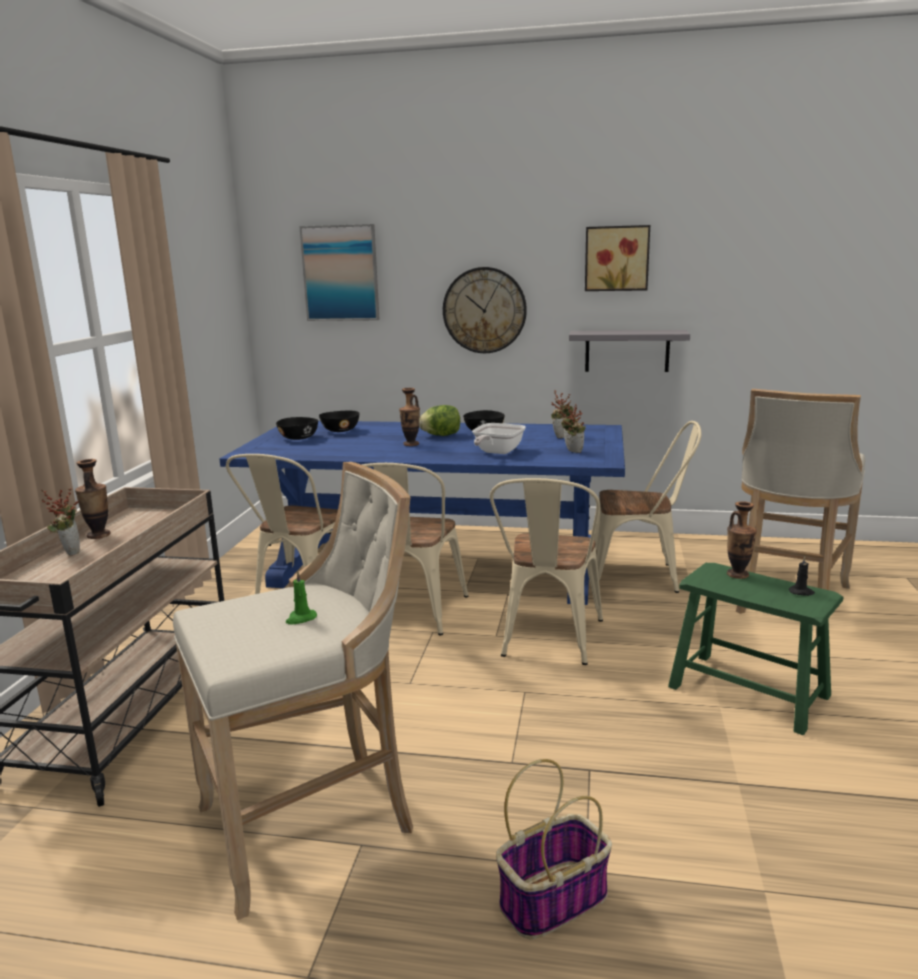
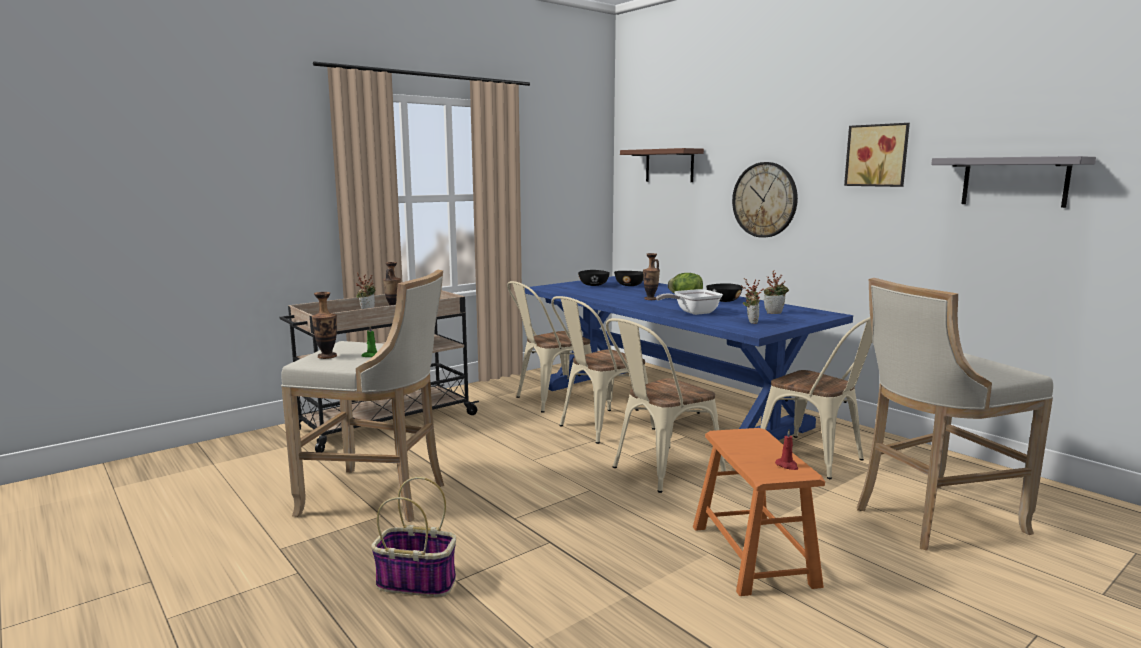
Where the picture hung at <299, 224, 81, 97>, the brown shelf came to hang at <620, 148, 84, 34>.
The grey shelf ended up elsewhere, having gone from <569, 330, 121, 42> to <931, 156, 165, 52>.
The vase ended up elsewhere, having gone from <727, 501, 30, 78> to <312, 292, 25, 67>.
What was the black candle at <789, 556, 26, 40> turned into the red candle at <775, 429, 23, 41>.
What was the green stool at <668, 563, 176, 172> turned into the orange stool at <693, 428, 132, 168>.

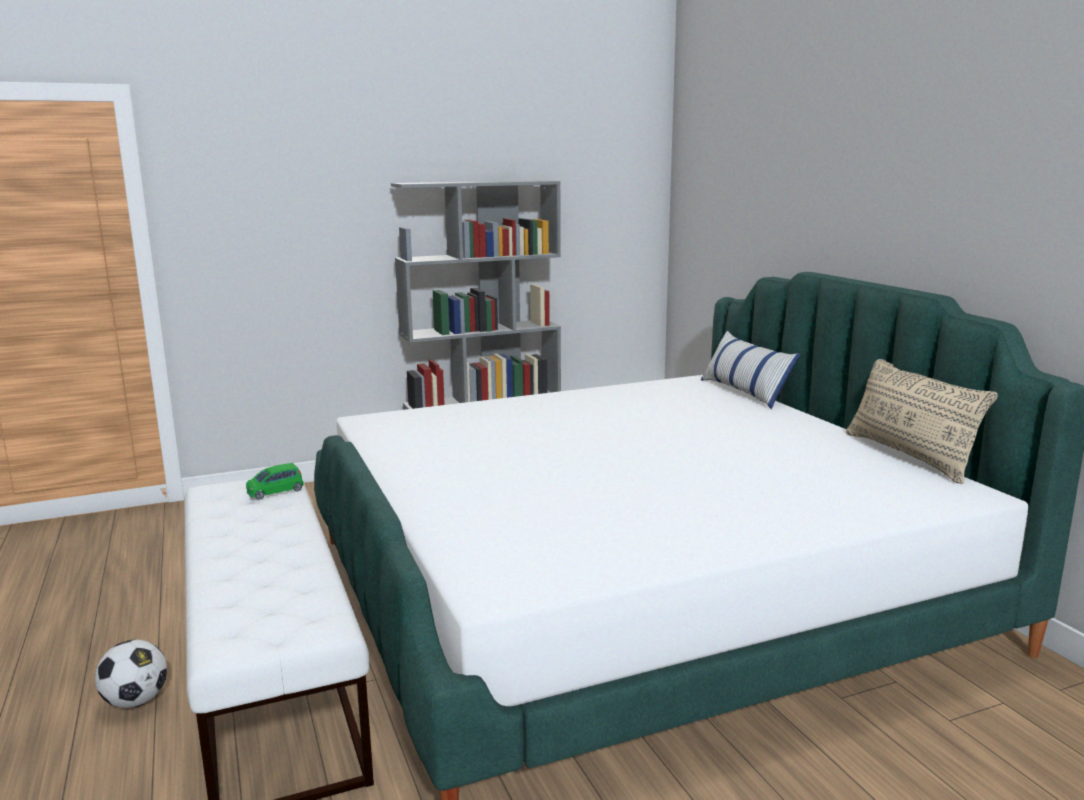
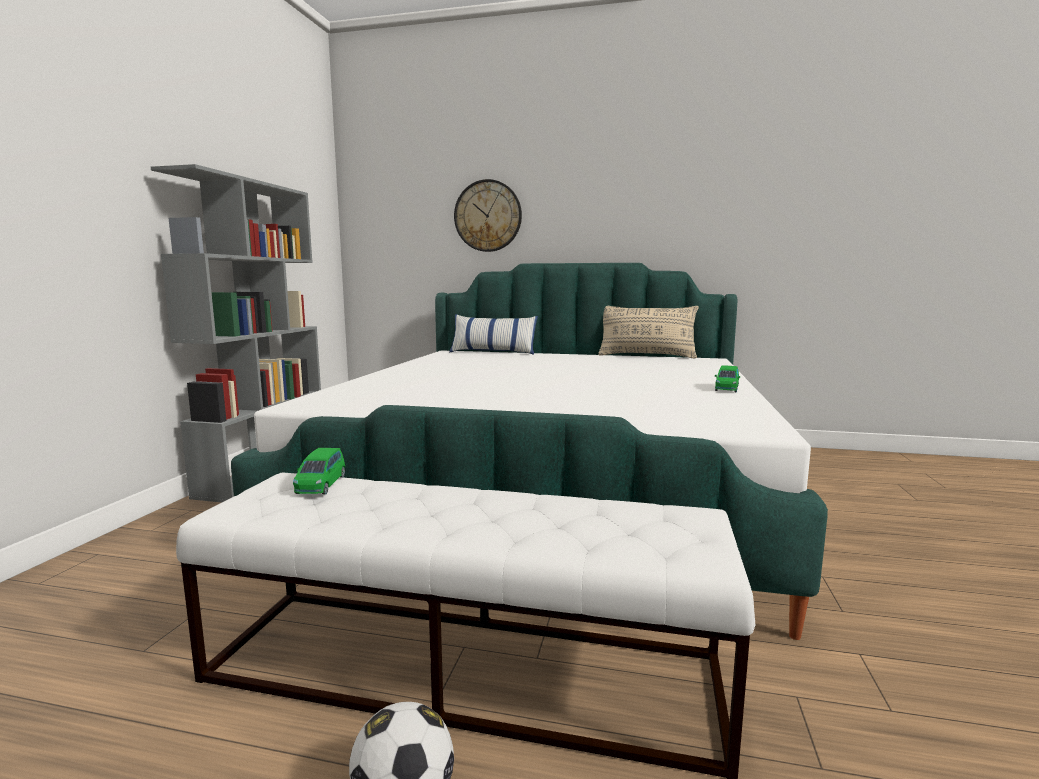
The second view gained the wall clock at <454, 179, 68, 73>.
The second view gained the green toy car at <715, 365, 25, 27>.

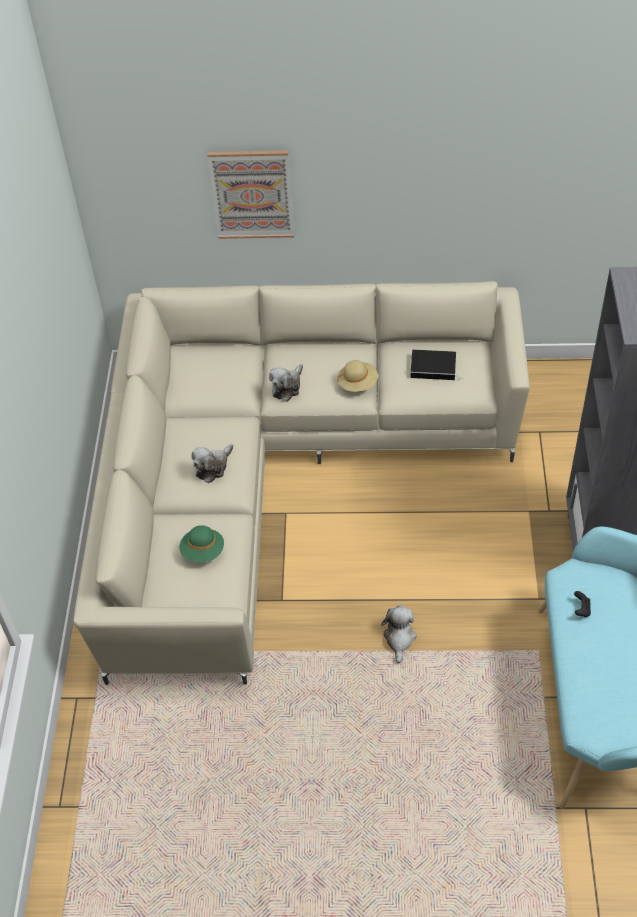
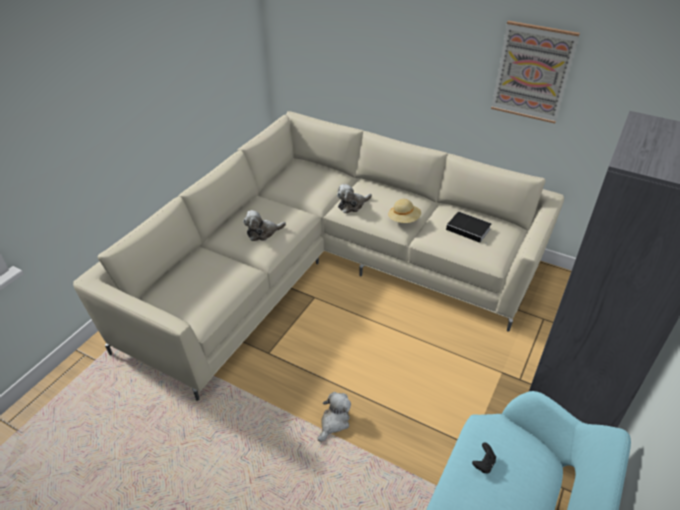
The picture ended up elsewhere, having gone from <207, 150, 87, 89> to <491, 21, 89, 102>.
The second view lost the green hat at <180, 525, 44, 37>.

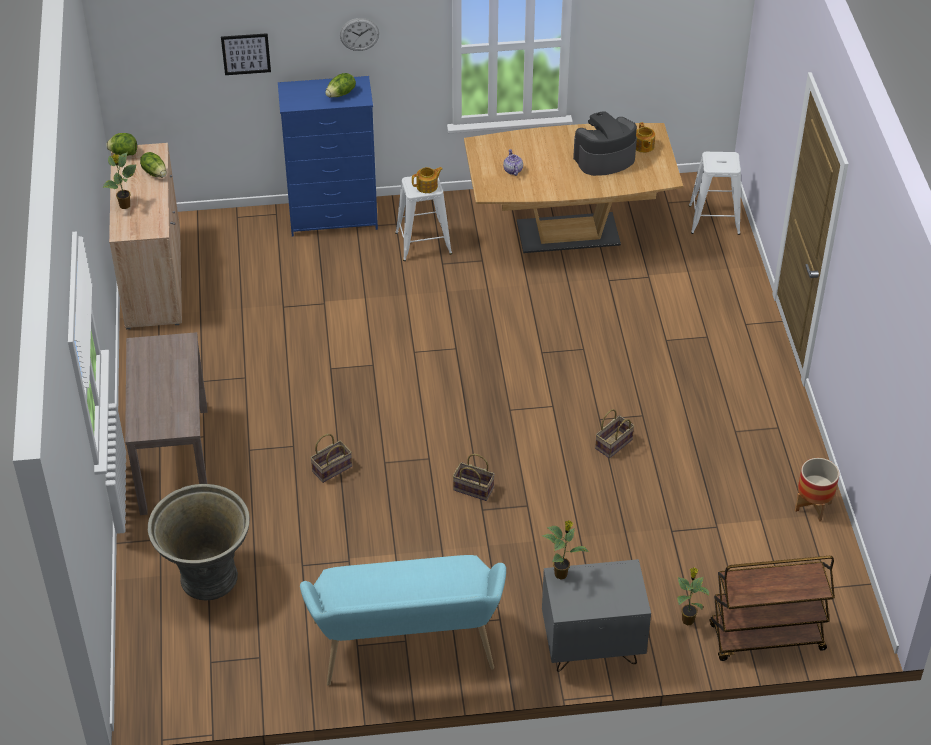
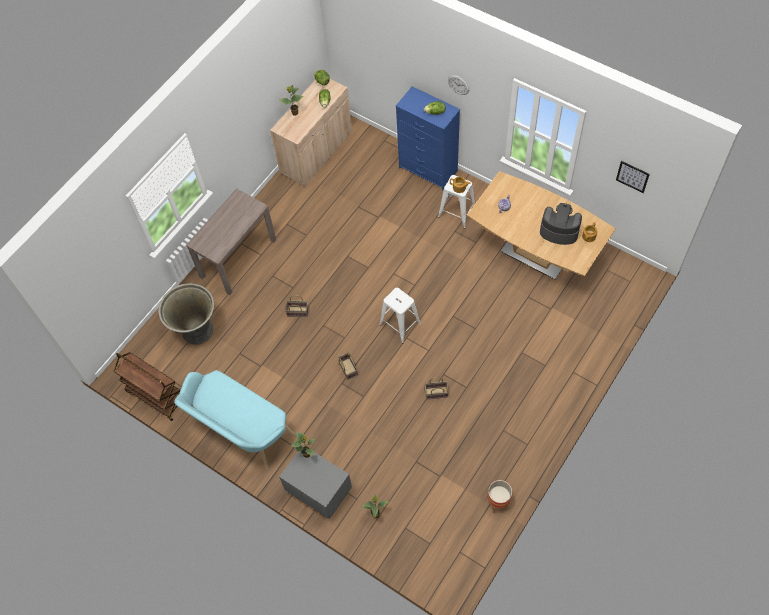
The picture ended up elsewhere, having gone from <221, 33, 50, 42> to <616, 161, 34, 32>.
The white stool ended up elsewhere, having gone from <689, 151, 52, 84> to <379, 288, 43, 56>.
The brown cart ended up elsewhere, having gone from <709, 556, 126, 105> to <113, 352, 67, 69>.

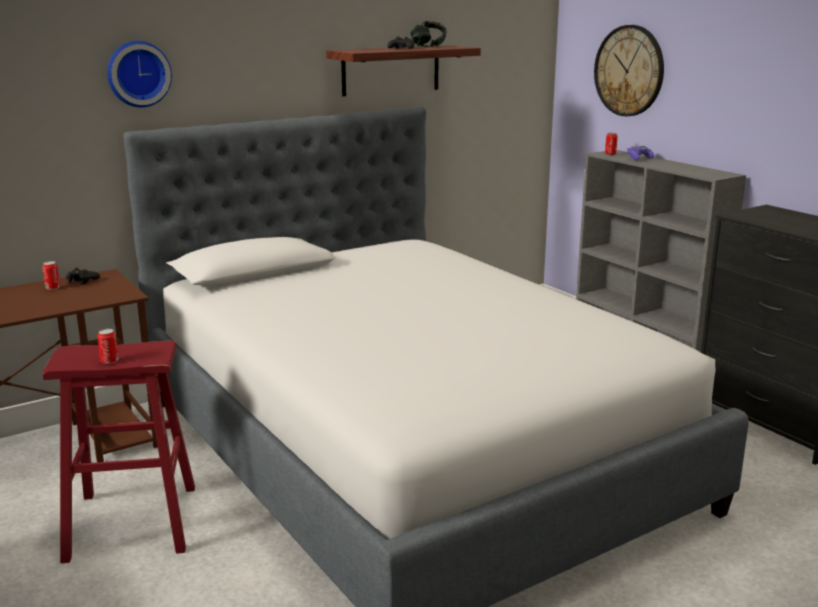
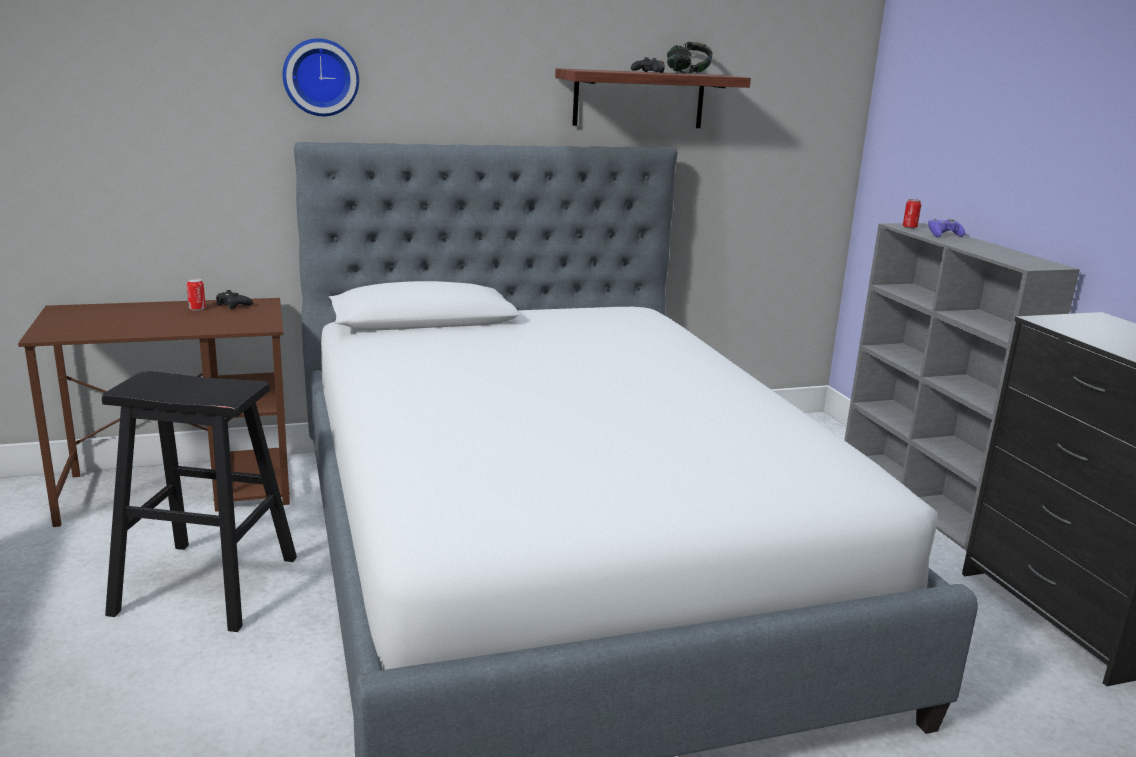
The second view lost the wall clock at <594, 25, 70, 91>.
The second view lost the can at <97, 329, 22, 35>.
What was the red stool at <43, 341, 152, 222> turned into the black stool at <102, 371, 195, 261>.

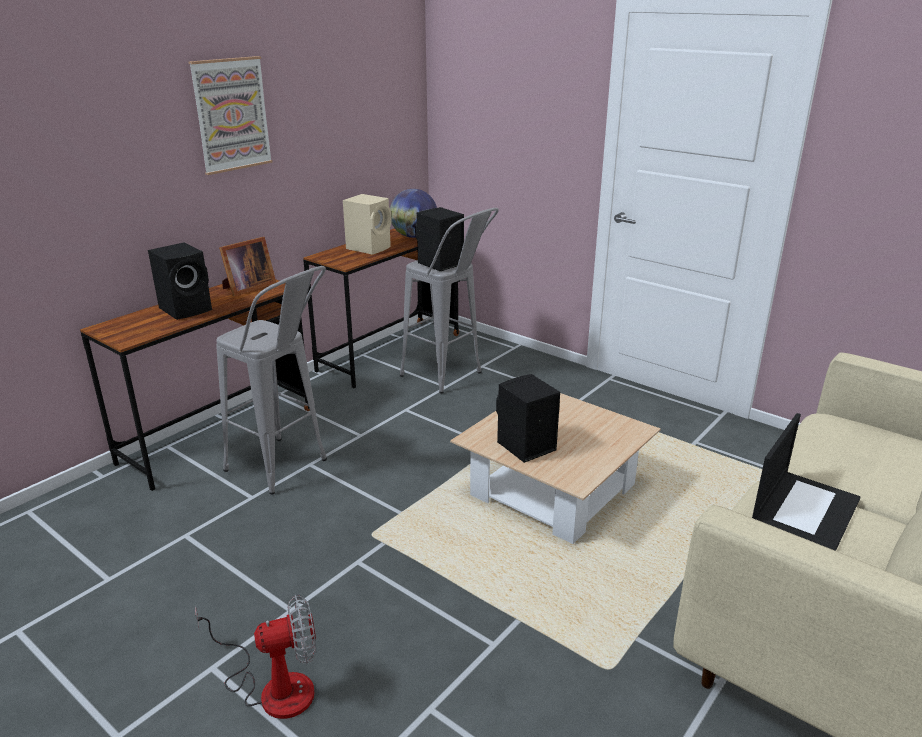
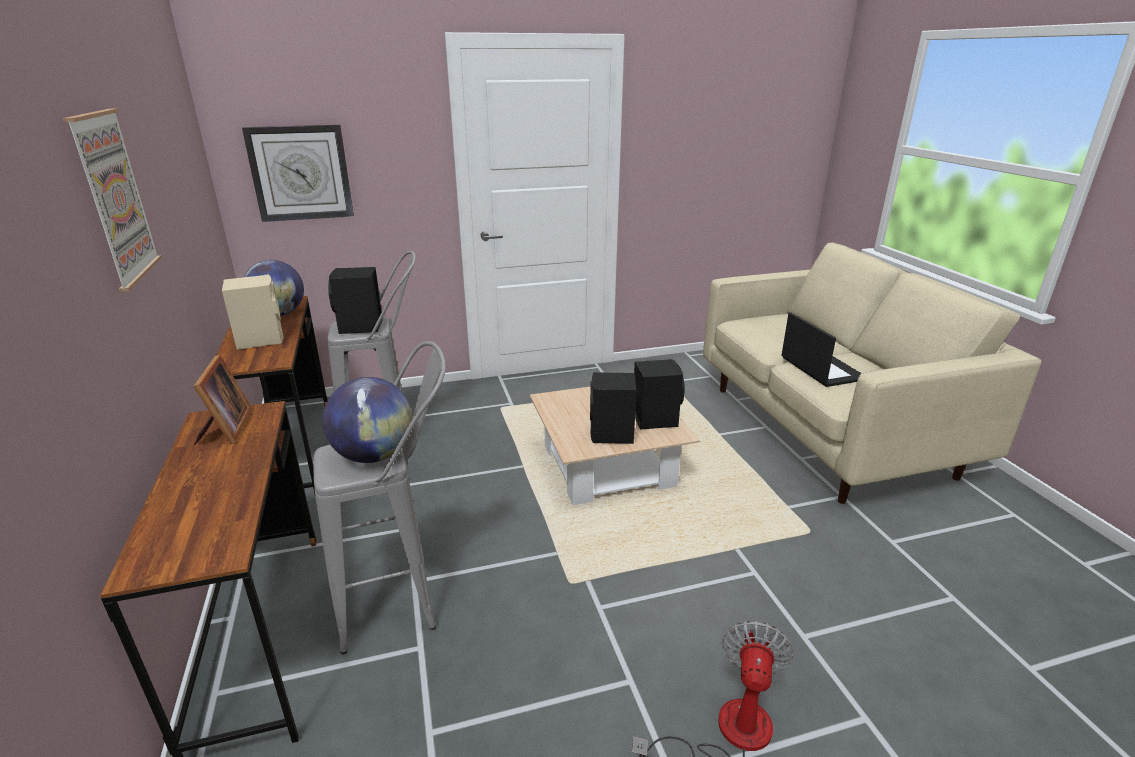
The black speaker ended up elsewhere, having gone from <148, 242, 64, 78> to <634, 359, 51, 70>.
The second view gained the wall clock at <242, 125, 112, 97>.
The second view gained the globe at <323, 377, 90, 86>.

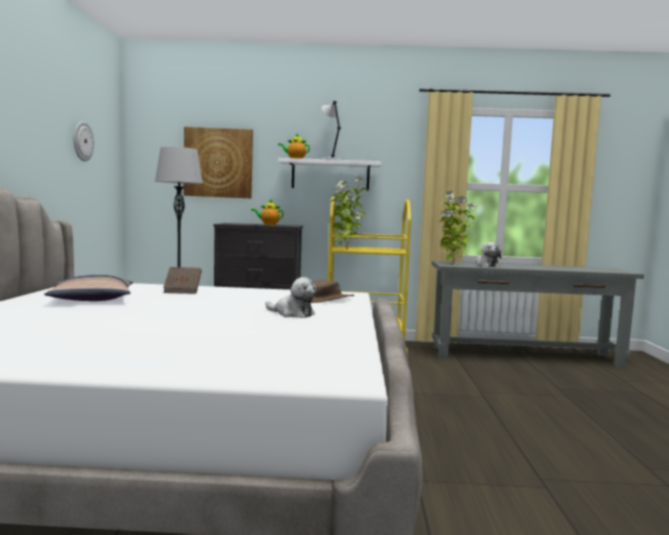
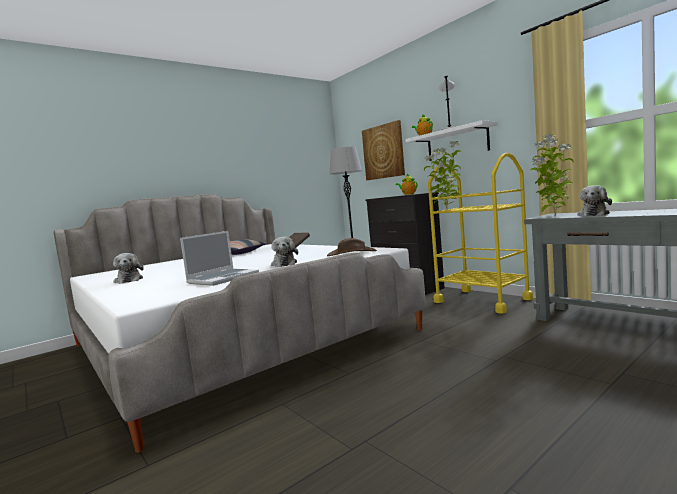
The second view lost the wall clock at <74, 121, 20, 40>.
The second view gained the laptop at <180, 231, 79, 55>.
The second view gained the plush toy at <113, 253, 31, 31>.

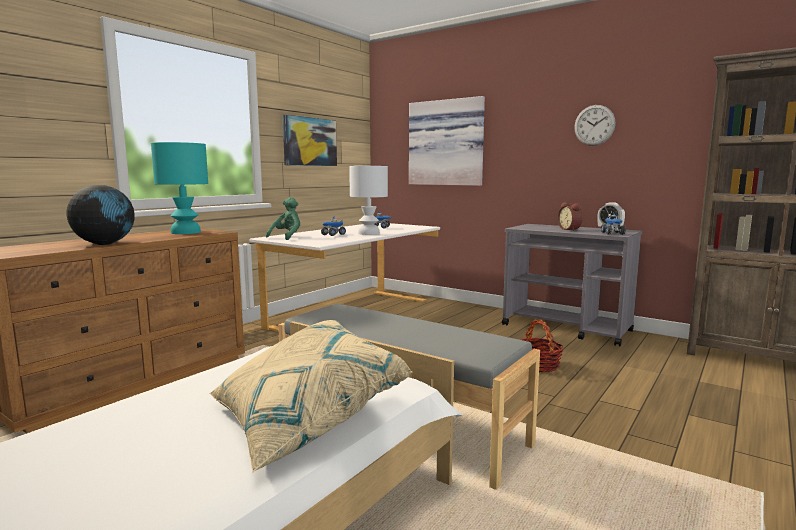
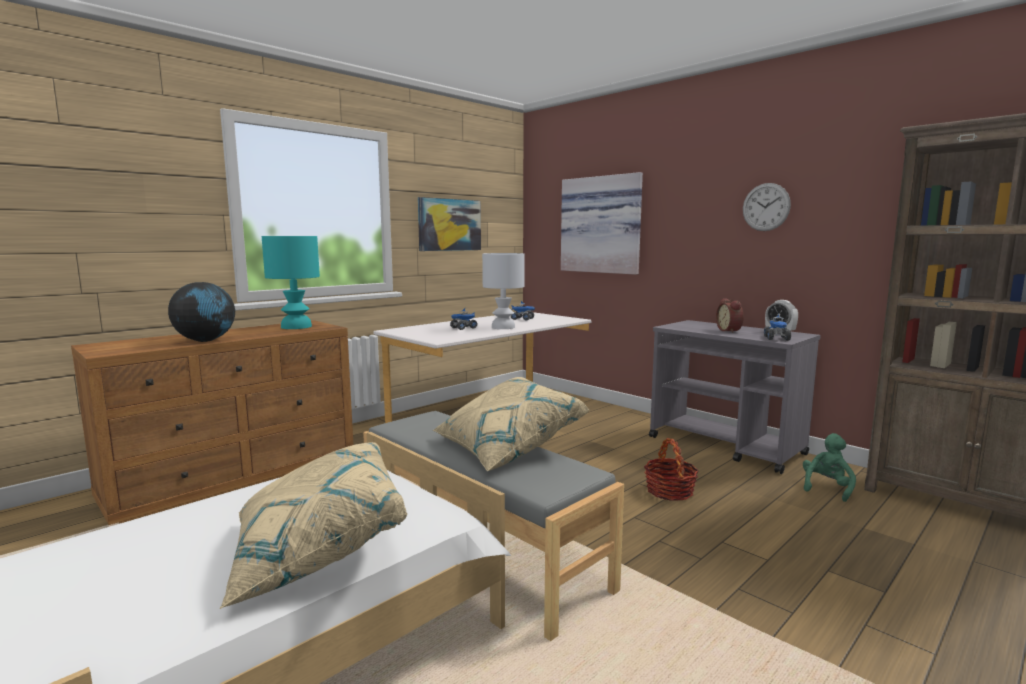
The green plush toy ended up elsewhere, having gone from <266, 197, 34, 43> to <803, 433, 53, 69>.
The second view gained the beige pillow at <433, 377, 156, 95>.

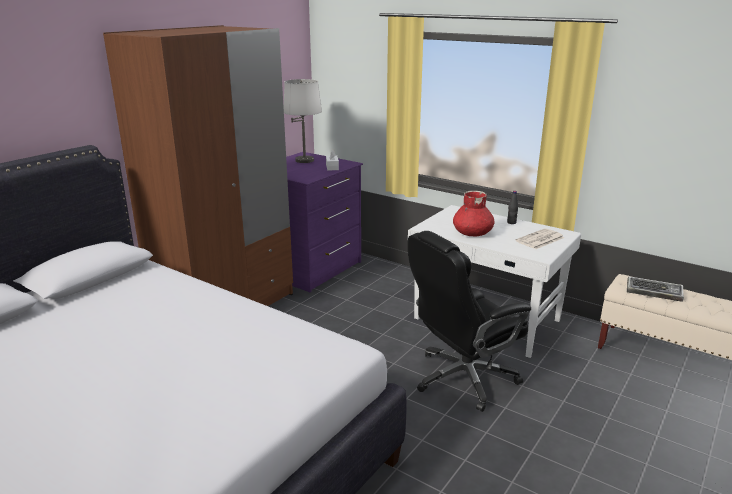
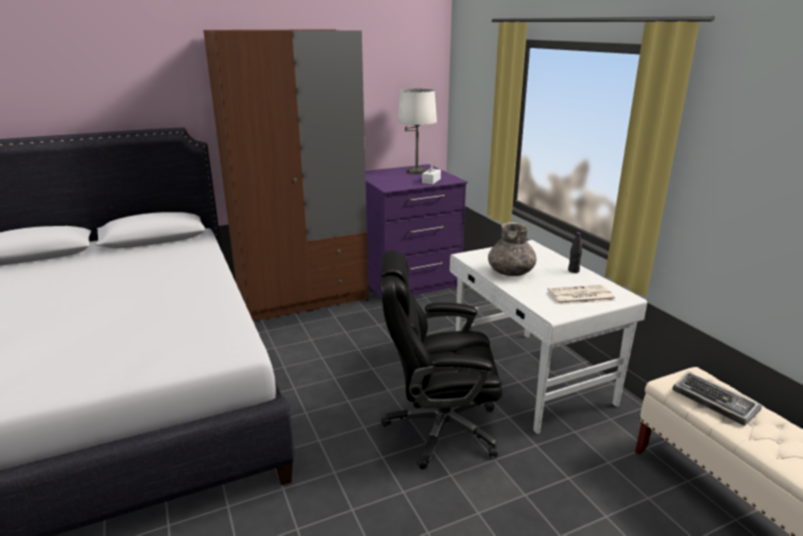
What was the red vase at <453, 191, 42, 45> turned into the grey vase at <488, 222, 49, 54>.

